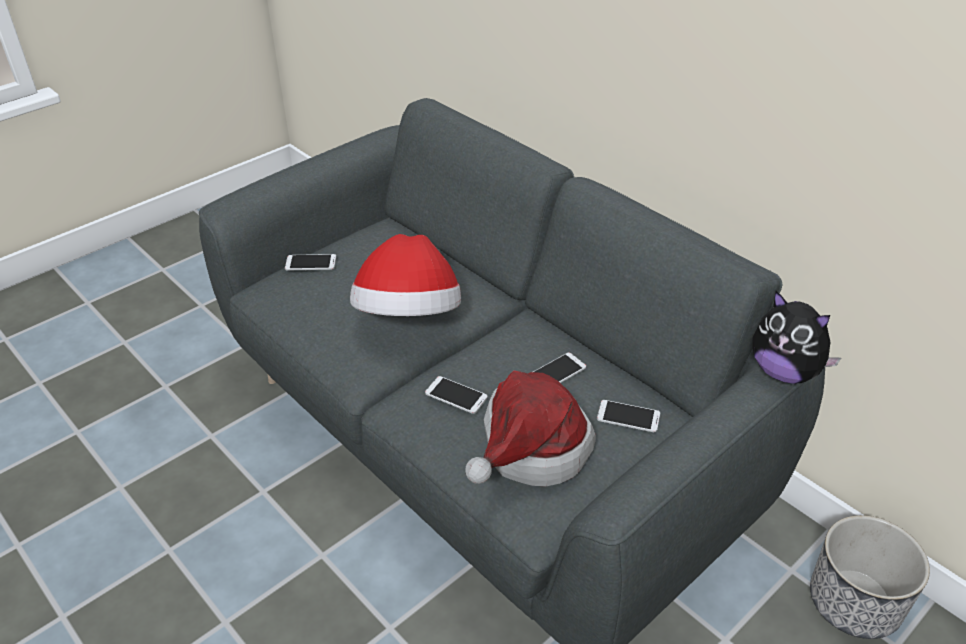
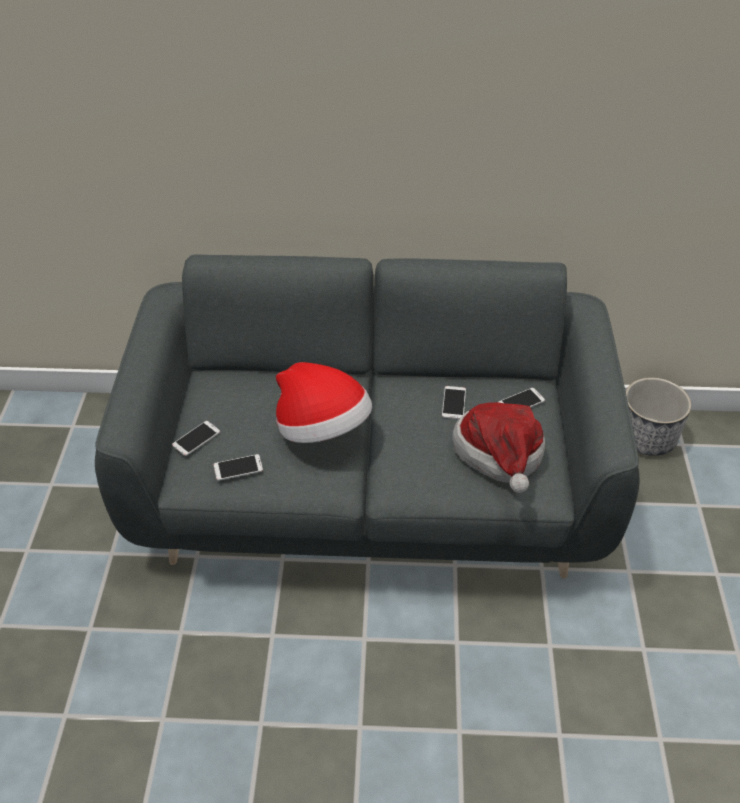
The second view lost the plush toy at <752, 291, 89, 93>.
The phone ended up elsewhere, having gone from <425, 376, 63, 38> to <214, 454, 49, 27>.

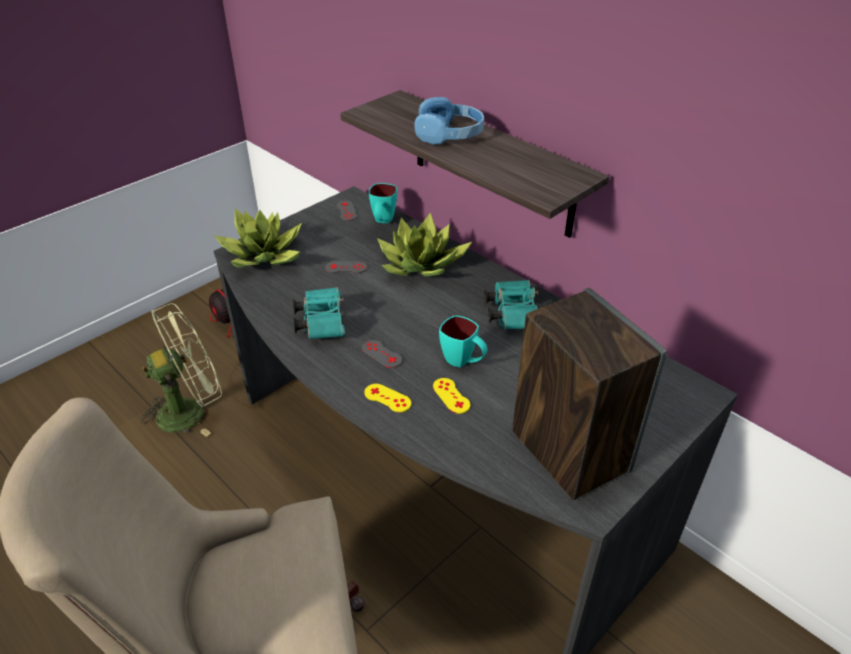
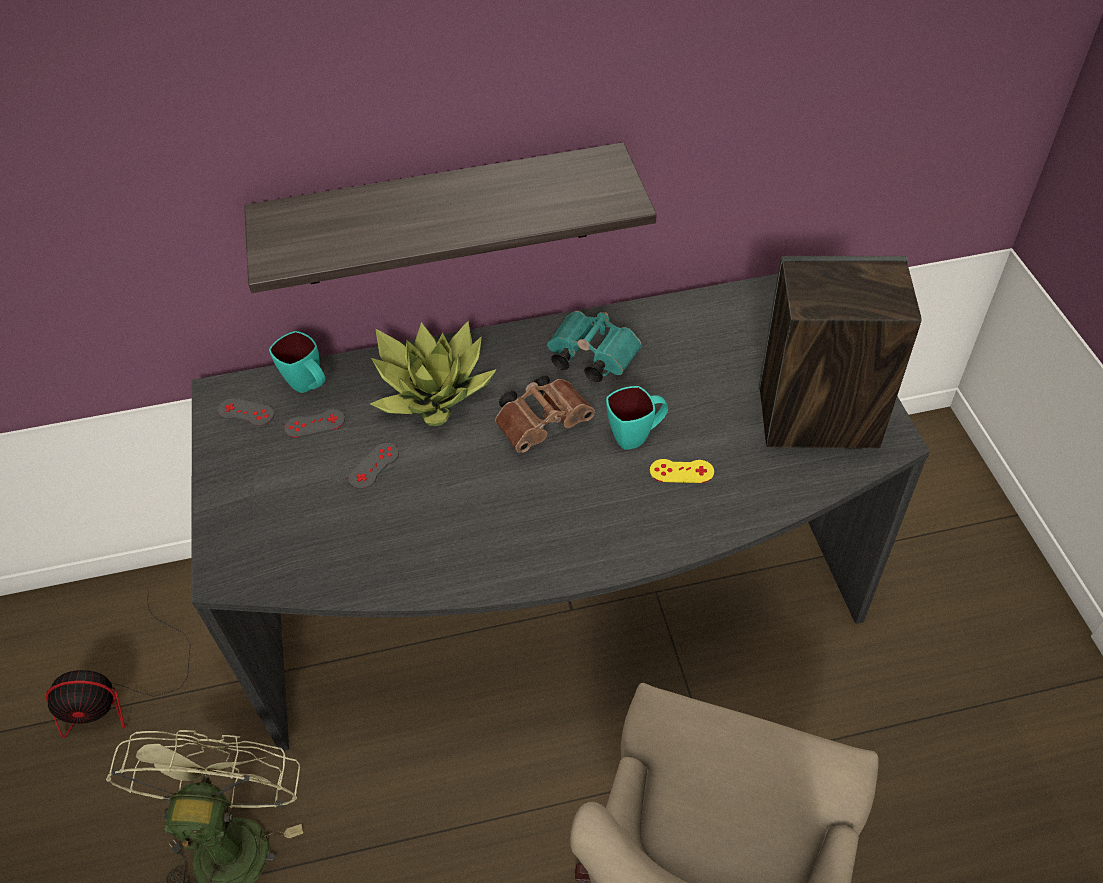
The second view lost the blue headphones at <414, 97, 70, 48>.
The second view lost the potted plant at <214, 208, 88, 59>.
The second view lost the turquoise binoculars at <293, 287, 52, 52>.
The grey game controller ended up elsewhere, having gone from <362, 340, 40, 28> to <284, 409, 61, 29>.
The second view lost the yellow game controller at <364, 384, 47, 28>.
The second view gained the brown binoculars at <495, 375, 100, 78>.

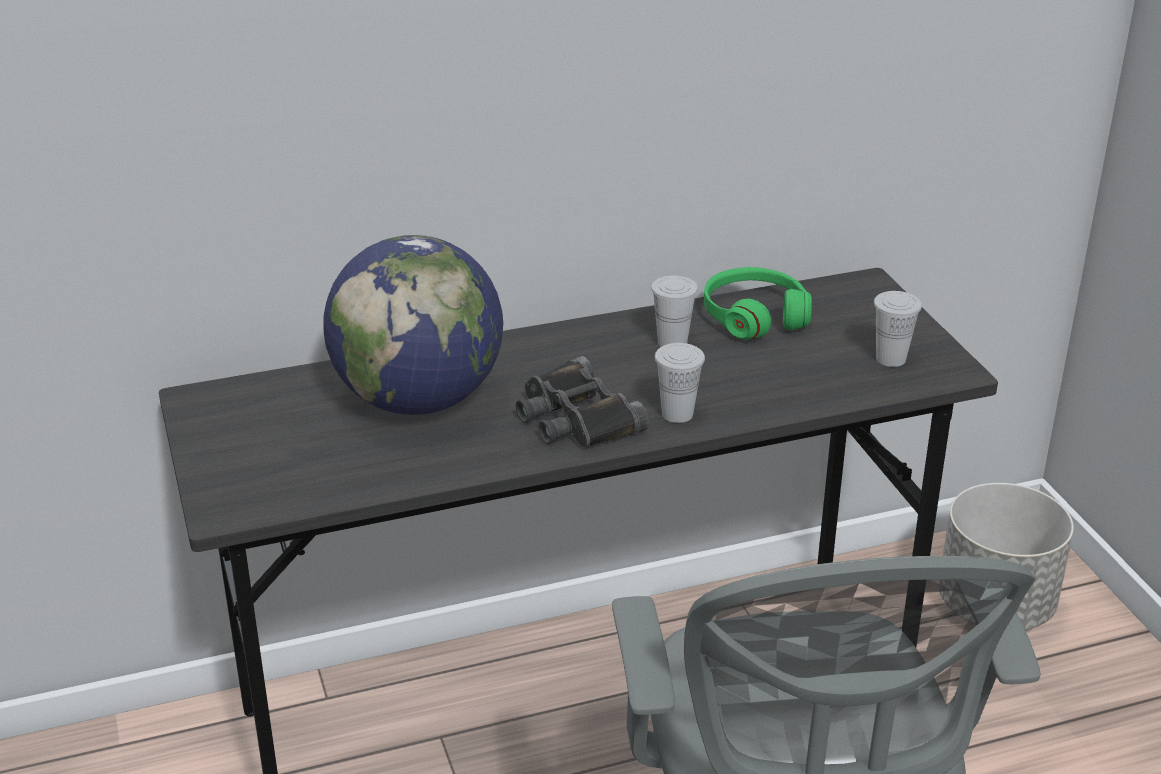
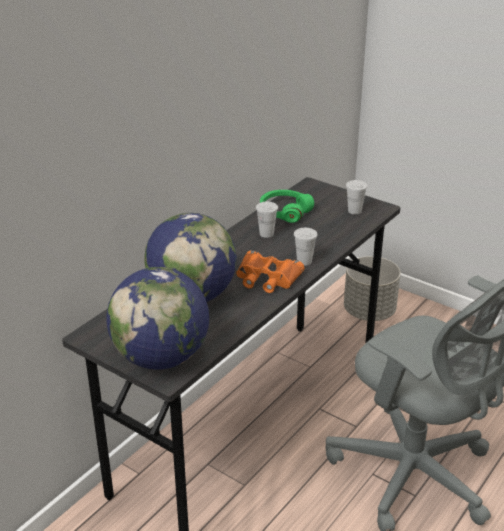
What was the black binoculars at <516, 356, 133, 92> turned into the orange binoculars at <236, 250, 69, 43>.
The second view gained the globe at <106, 267, 103, 103>.

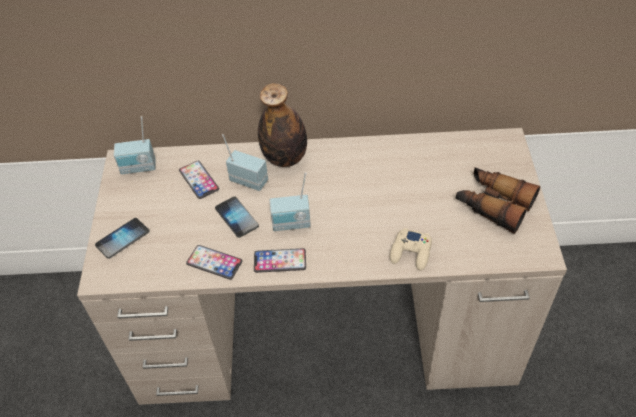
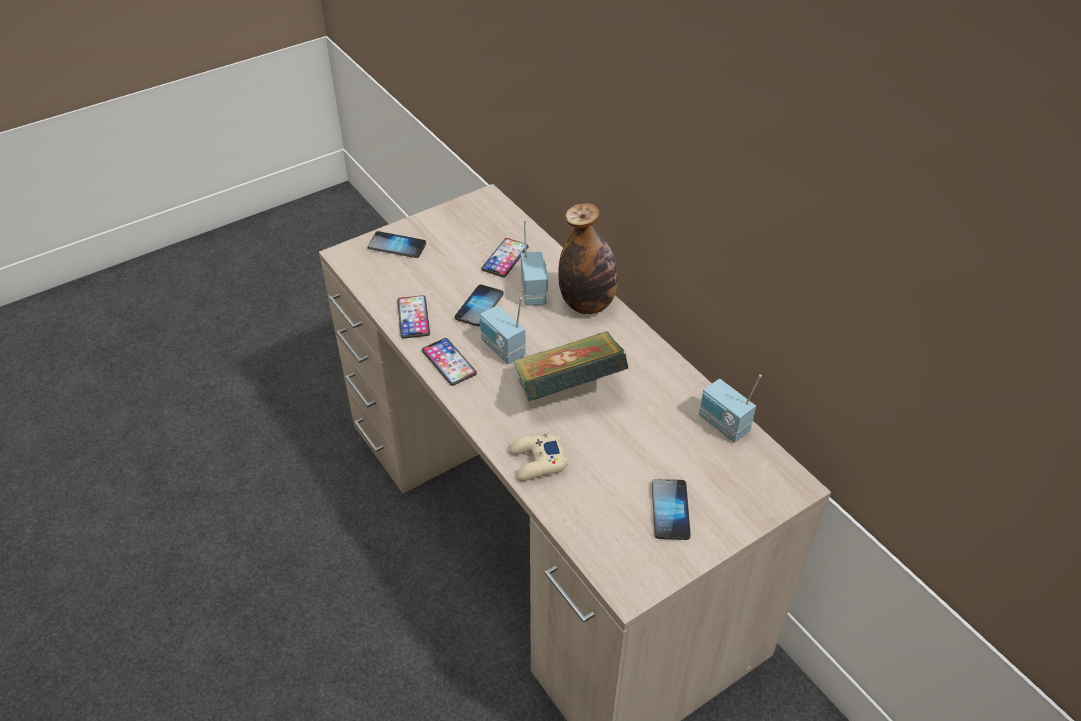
The radio ended up elsewhere, having gone from <114, 116, 42, 58> to <699, 374, 63, 69>.
Where the binoculars stood at <456, 167, 84, 67>, the phone came to stand at <652, 479, 39, 61>.
The second view gained the book at <513, 331, 115, 71>.

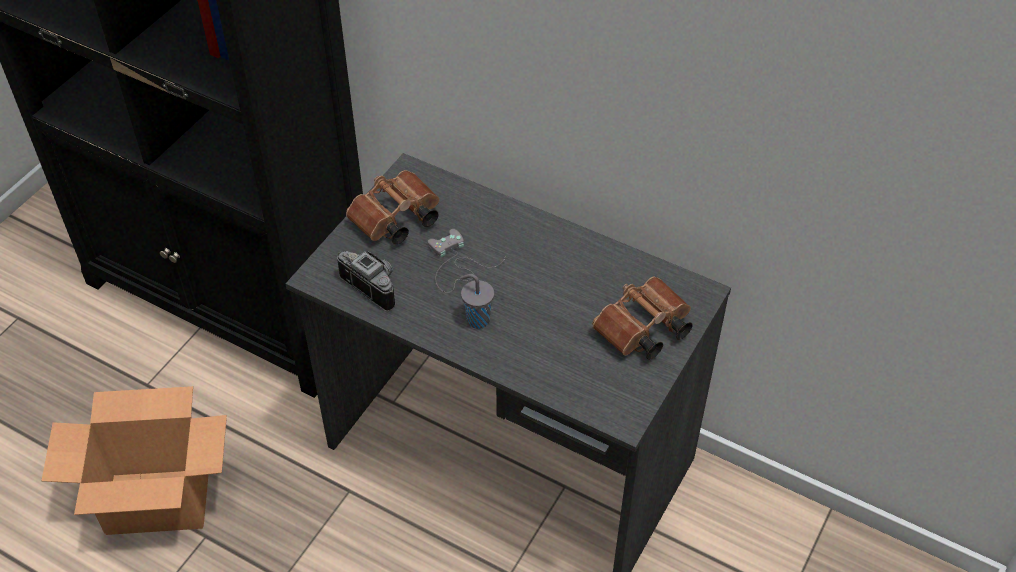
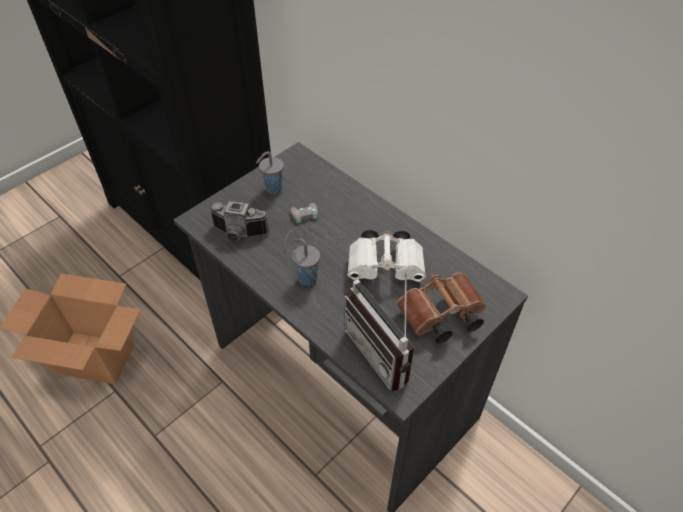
Where the brown binoculars stood at <346, 170, 94, 74>, the grey cup came to stand at <256, 151, 28, 43>.
The photo camera at <337, 251, 58, 61> ended up facing another way, 135 degrees clockwise from before.
The second view gained the white binoculars at <347, 230, 79, 52>.
The second view gained the radio at <344, 272, 70, 119>.

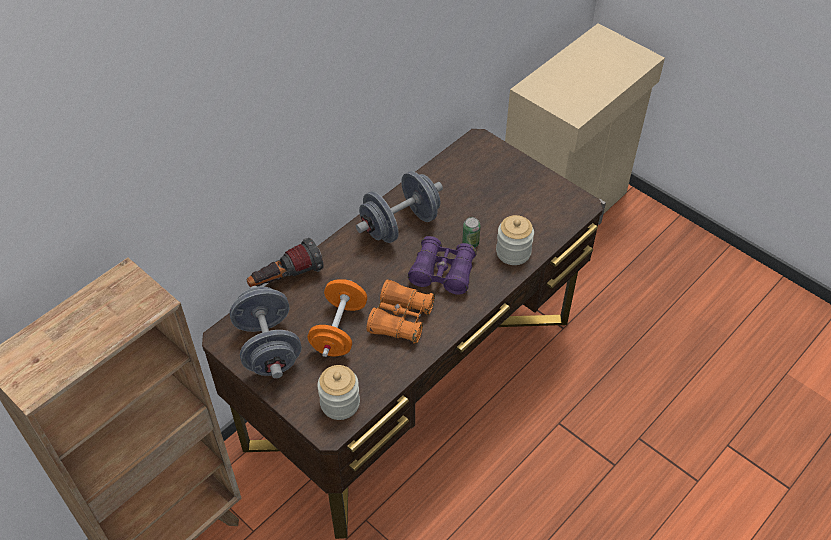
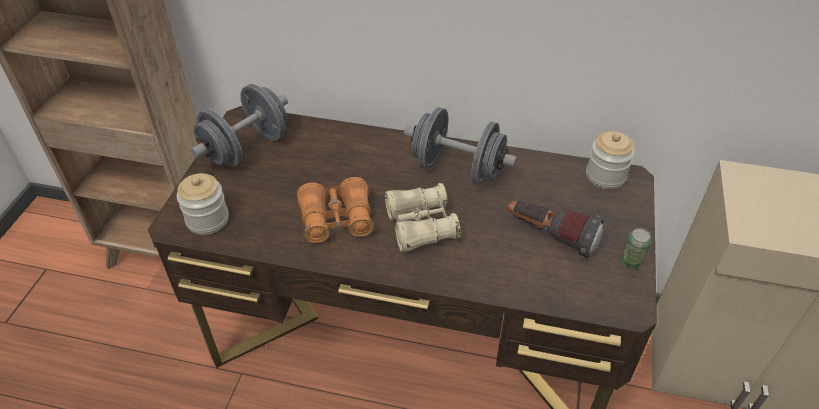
The jar ended up elsewhere, having gone from <496, 215, 38, 50> to <586, 131, 49, 58>.
The can ended up elsewhere, having gone from <462, 217, 18, 31> to <621, 228, 30, 41>.
What was the purple binoculars at <408, 236, 69, 59> turned into the beige binoculars at <385, 183, 76, 69>.
The flashlight ended up elsewhere, having gone from <247, 238, 77, 49> to <508, 201, 96, 57>.
The second view lost the orange dumbbell at <308, 279, 59, 78>.

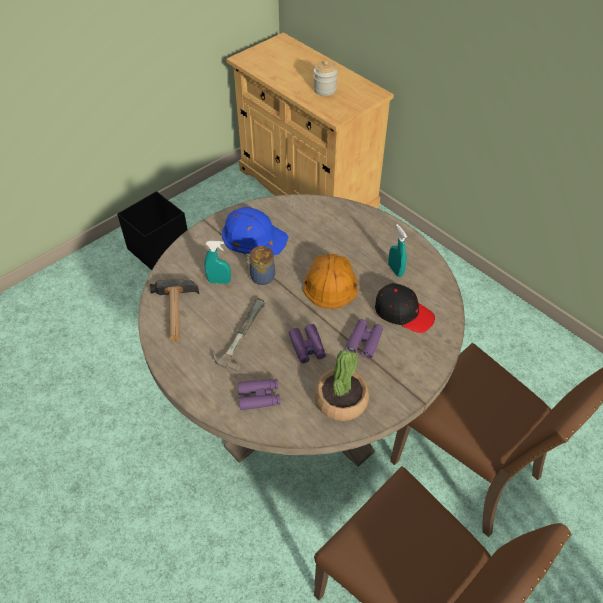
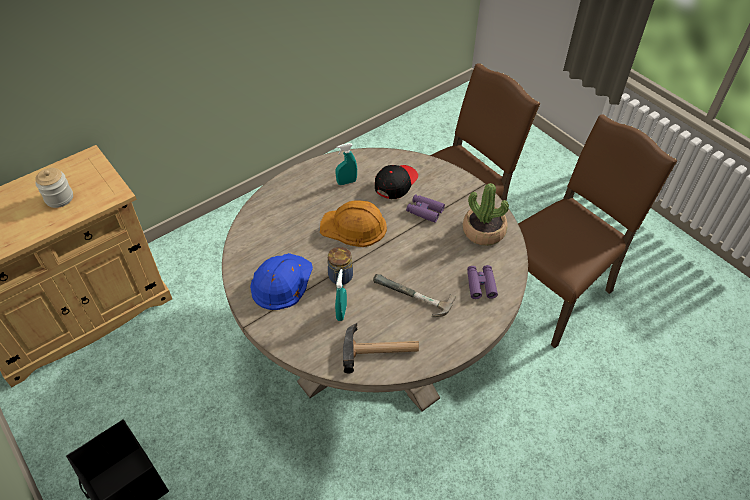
The second view lost the purple binoculars at <289, 324, 37, 40>.

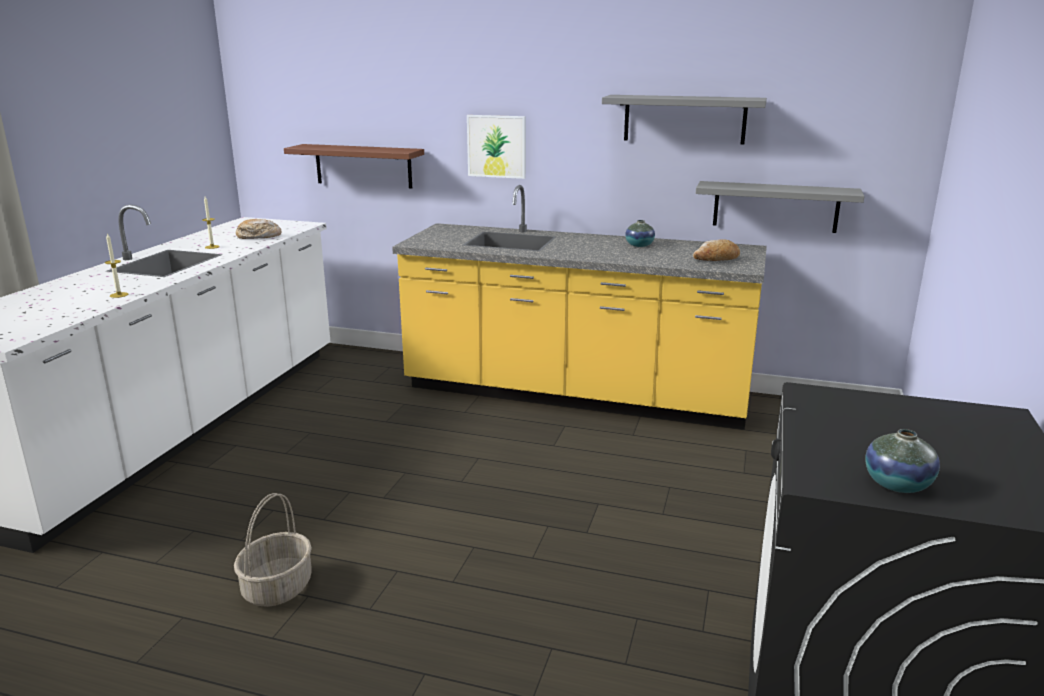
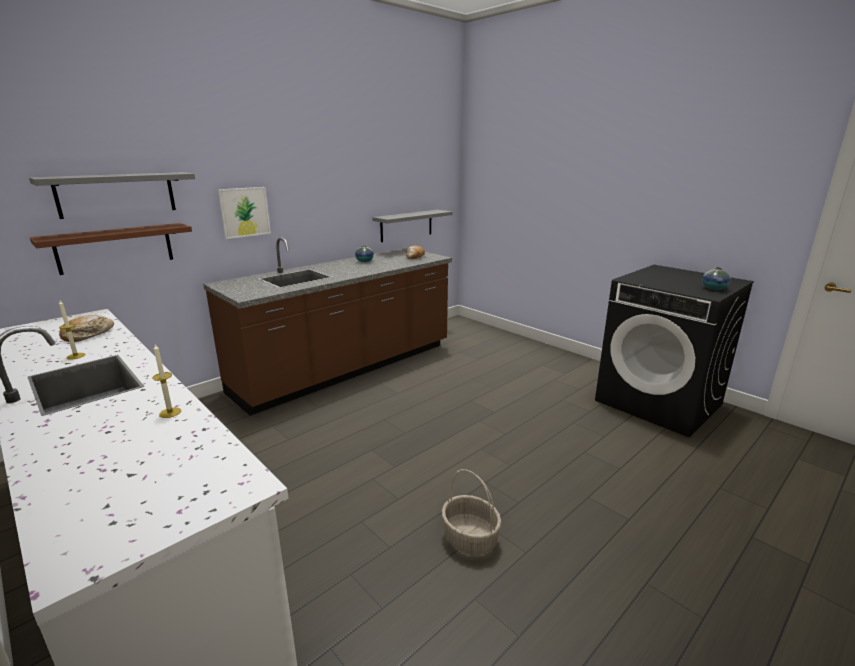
The grey shelf ended up elsewhere, having gone from <602, 95, 165, 50> to <29, 172, 166, 47>.
What was the yellow counter at <392, 185, 375, 245> turned into the brown counter at <203, 237, 249, 179>.

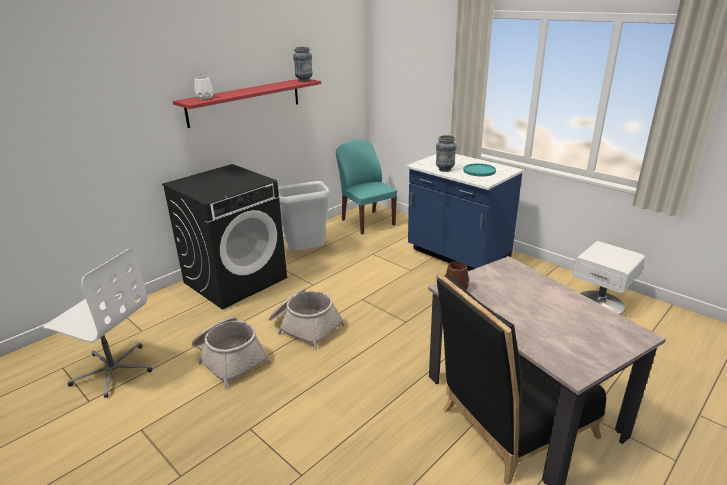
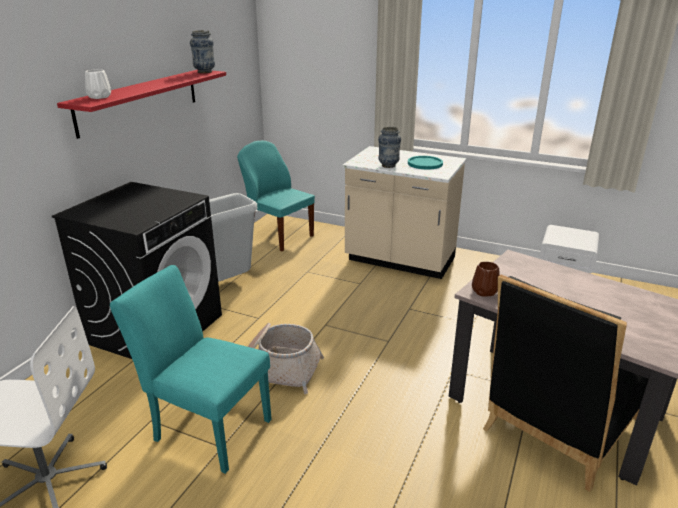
What was the blue counter at <406, 154, 117, 117> turned into the beige counter at <342, 146, 124, 133>.
Where the basket stood at <192, 317, 80, 72>, the turquoise chair came to stand at <110, 265, 162, 209>.

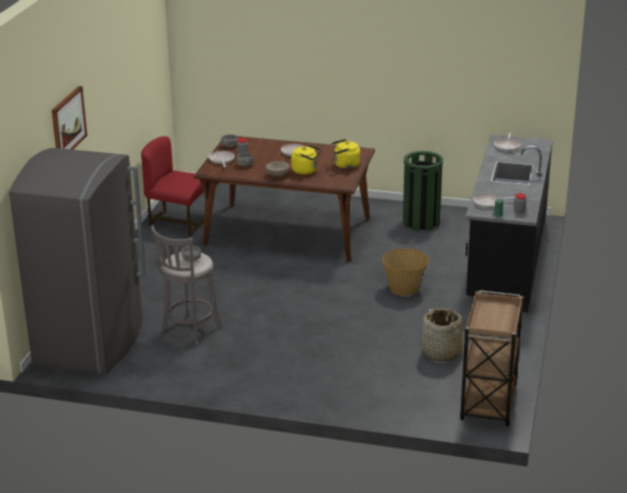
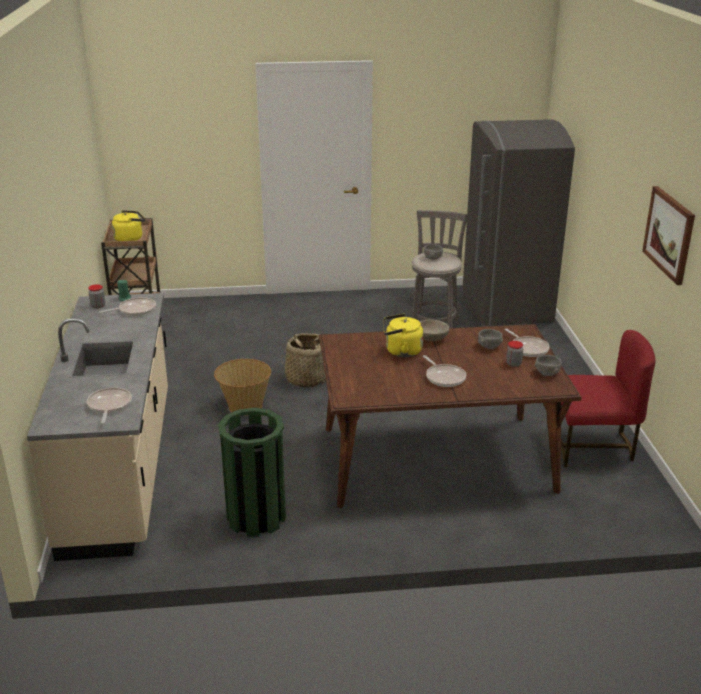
The picture ended up elsewhere, having gone from <52, 86, 35, 64> to <642, 186, 53, 99>.
What was the black counter at <465, 135, 88, 178> turned into the beige counter at <27, 293, 141, 268>.
The yellow kettle ended up elsewhere, having gone from <331, 139, 29, 30> to <112, 210, 33, 31>.
The basket ended up elsewhere, having gone from <421, 308, 42, 53> to <281, 333, 45, 54>.

